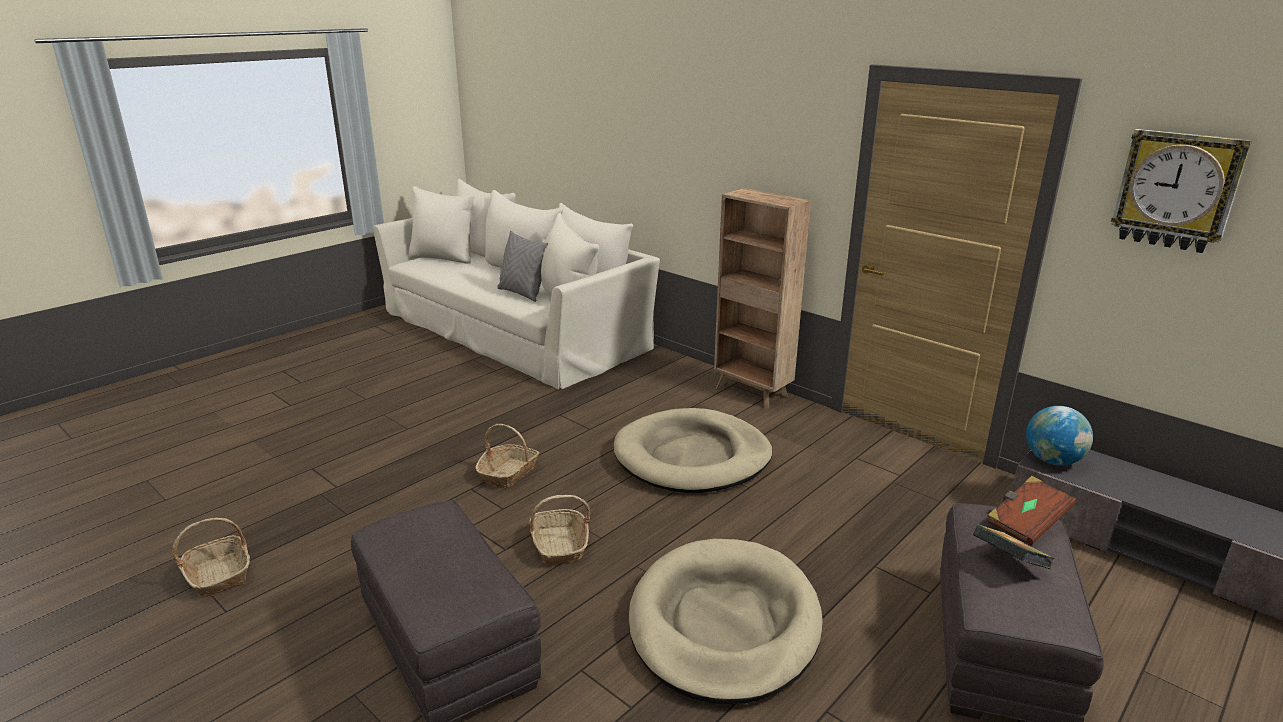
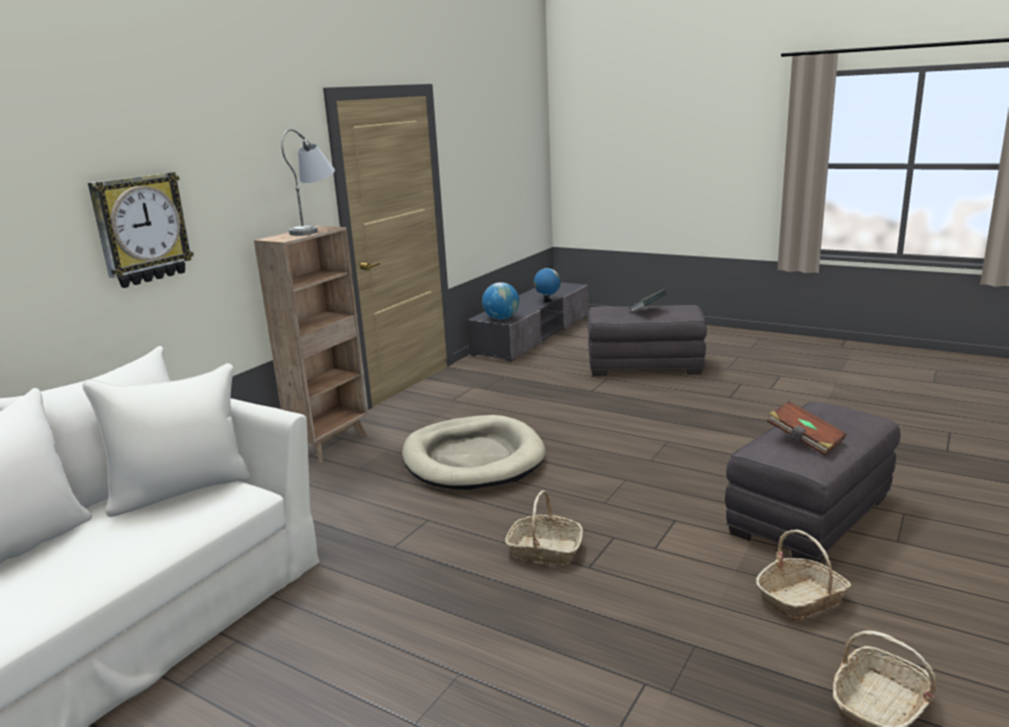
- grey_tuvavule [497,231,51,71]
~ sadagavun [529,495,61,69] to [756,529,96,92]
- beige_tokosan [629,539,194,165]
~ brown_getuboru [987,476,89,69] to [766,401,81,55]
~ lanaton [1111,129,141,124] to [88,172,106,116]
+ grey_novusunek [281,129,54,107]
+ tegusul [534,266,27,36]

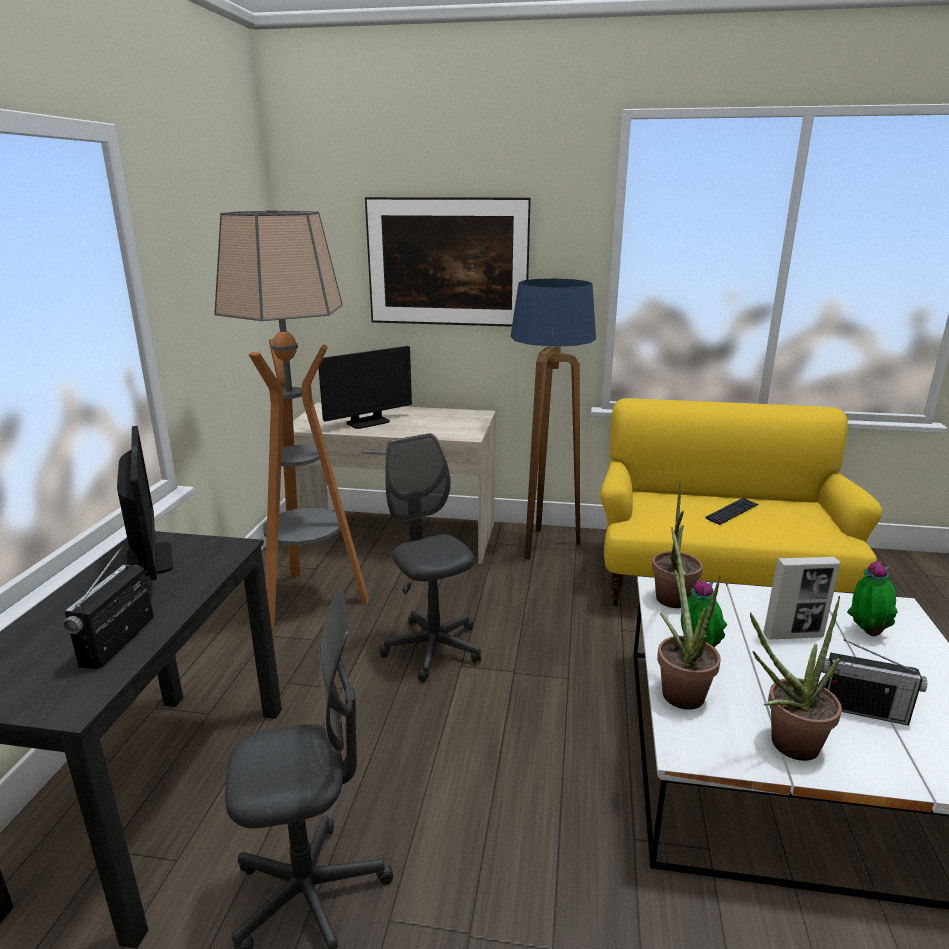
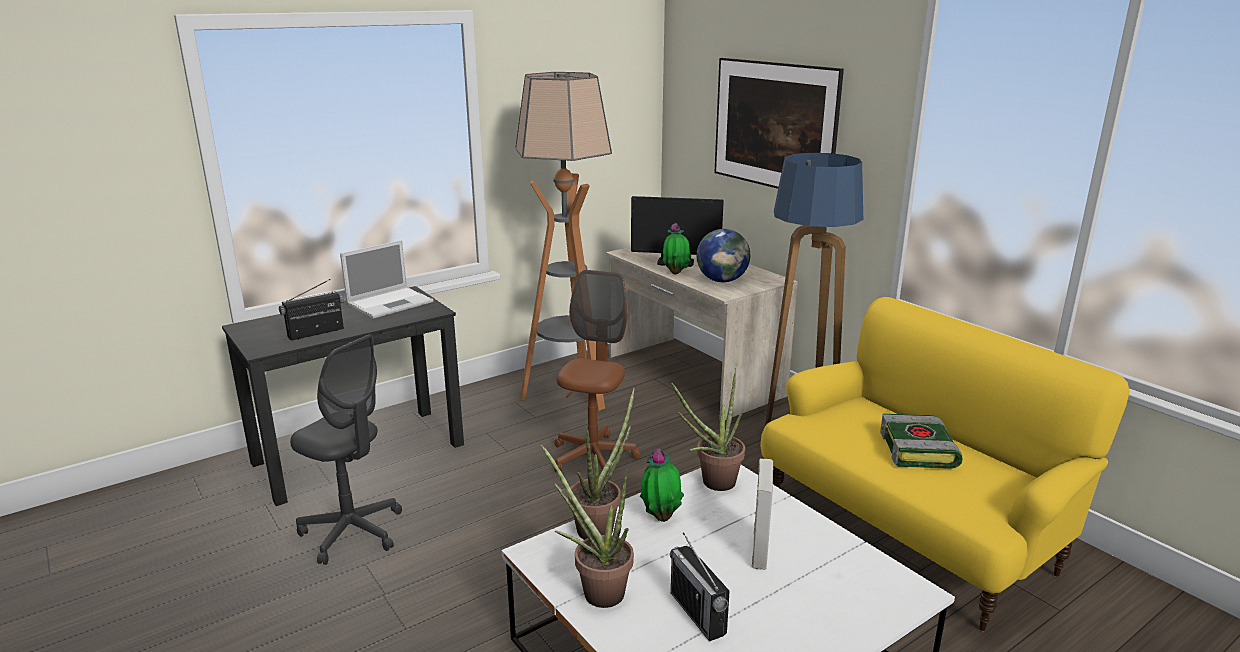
~ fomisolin [117,426,56,154] to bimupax [340,240,93,79]
~ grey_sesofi [379,433,102,250] to brown_sesofi [554,270,87,210]
~ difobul [705,498,53,27] to getuboru [880,414,83,55]
~ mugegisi [764,557,76,82] = [752,459,21,111] 120 degrees counterclockwise
~ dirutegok [847,561,51,75] to [663,223,28,51]
+ tegusul [696,229,54,53]

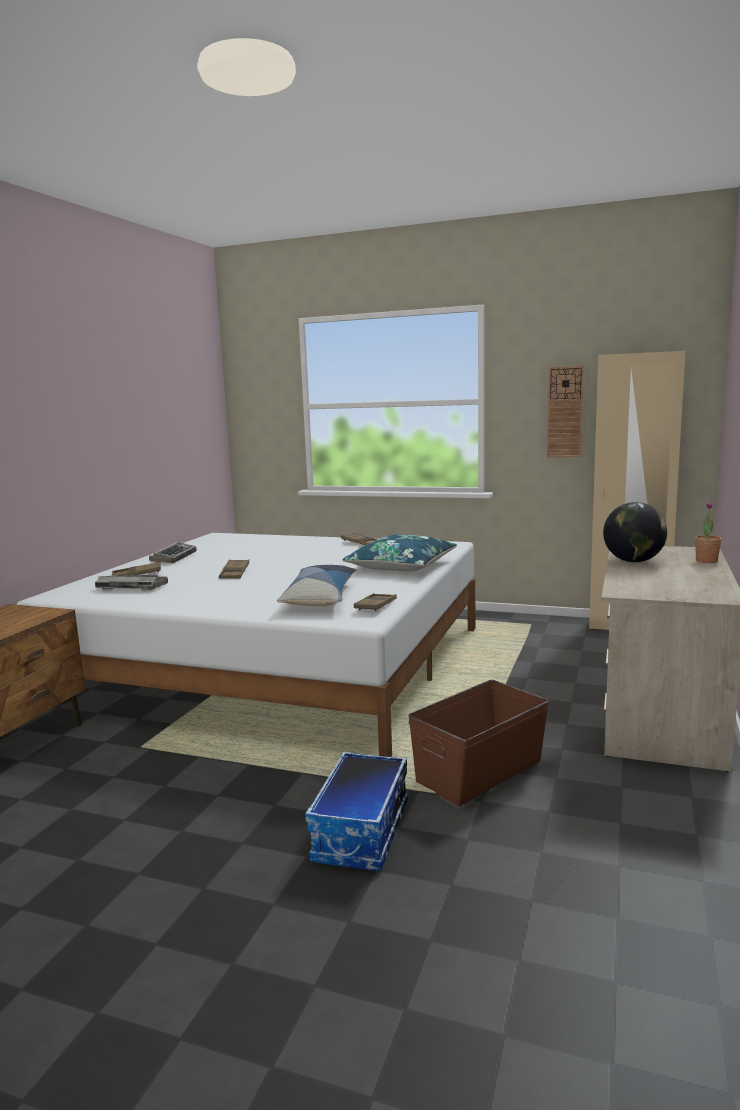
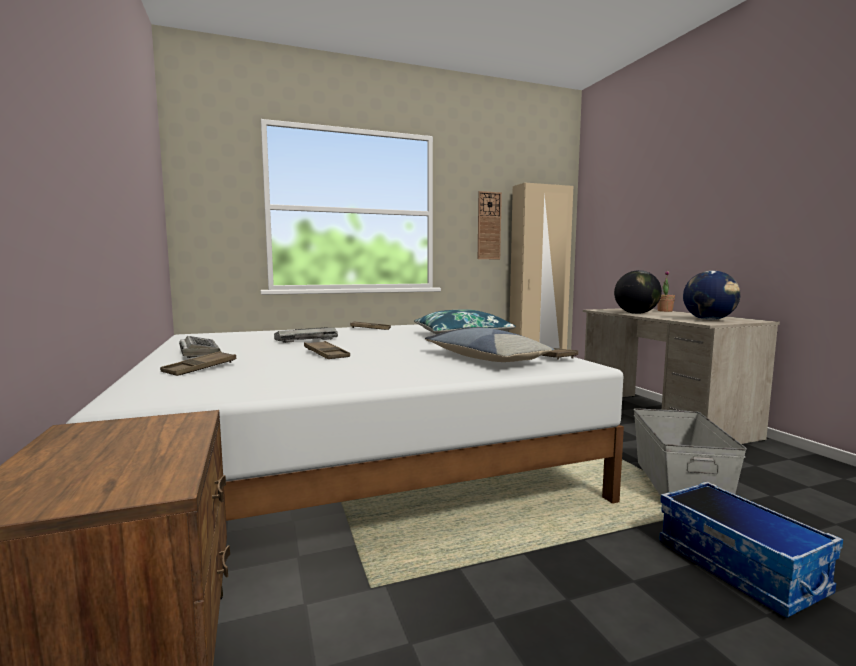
~ difobul [95,575,73,15] to [274,327,64,16]
~ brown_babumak [408,680,141,126] to grey_babumak [633,408,114,88]
+ tegusul [683,271,58,49]

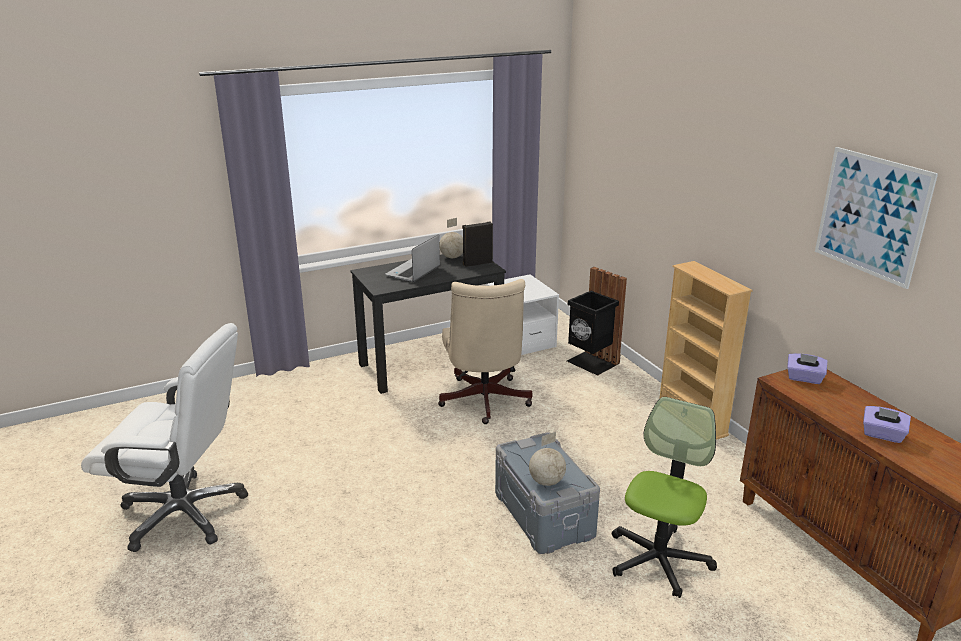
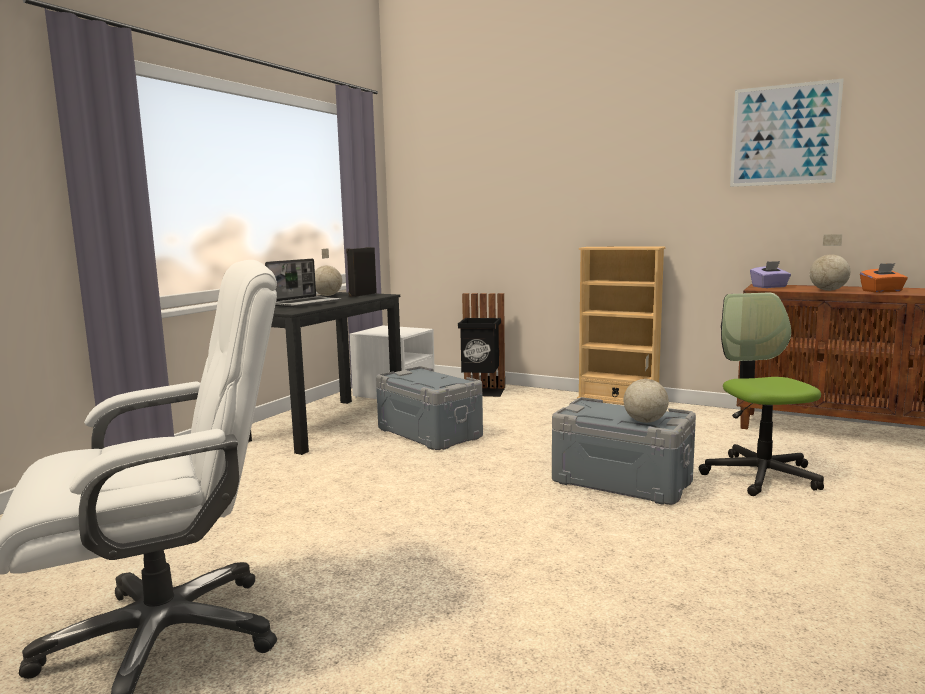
~ bimupax [385,234,55,48] = [265,259,76,48] 135 degrees counterclockwise
~ beige_sesofi [438,279,94,145] to grey_babumak [376,366,107,84]
~ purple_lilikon [863,406,48,37] to orange_lilikon [860,263,48,30]
+ tegusul [810,234,40,57]

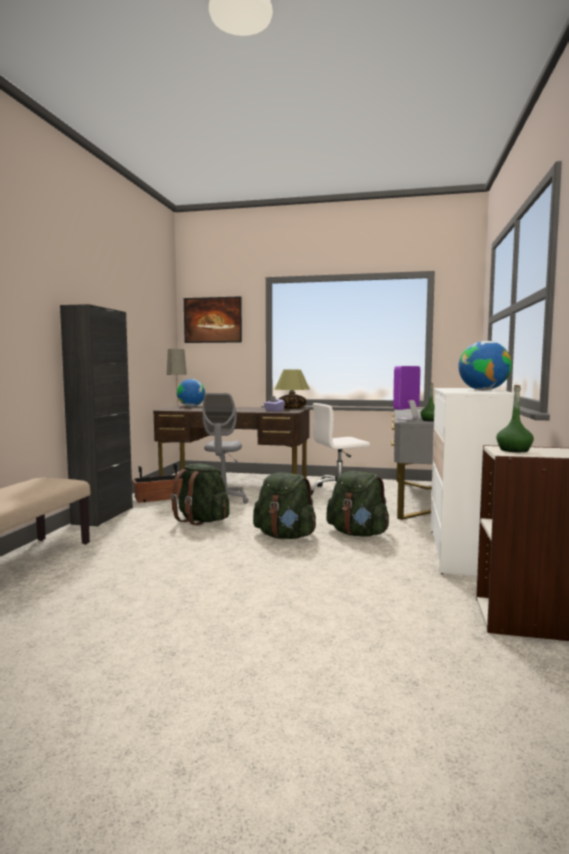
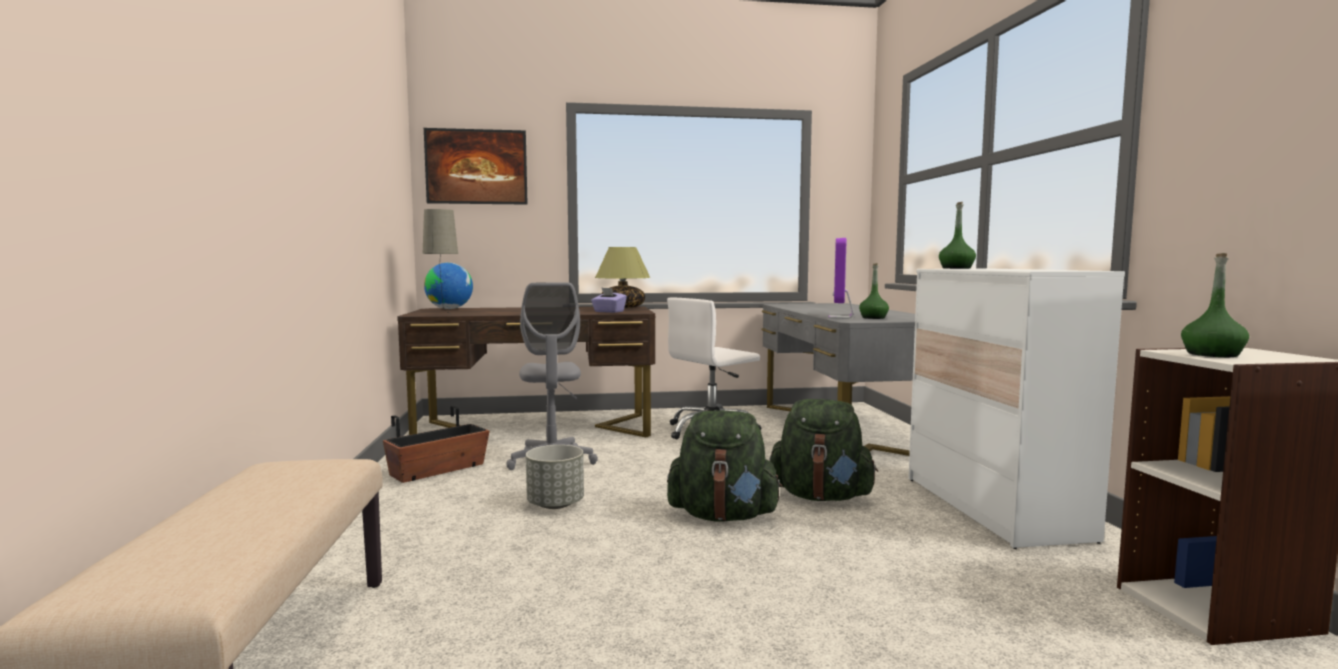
- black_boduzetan [60,304,73,222]
~ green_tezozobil [171,463,59,63] to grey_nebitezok [526,445,58,64]
- tegusul [458,341,53,49]
+ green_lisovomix [939,202,37,67]

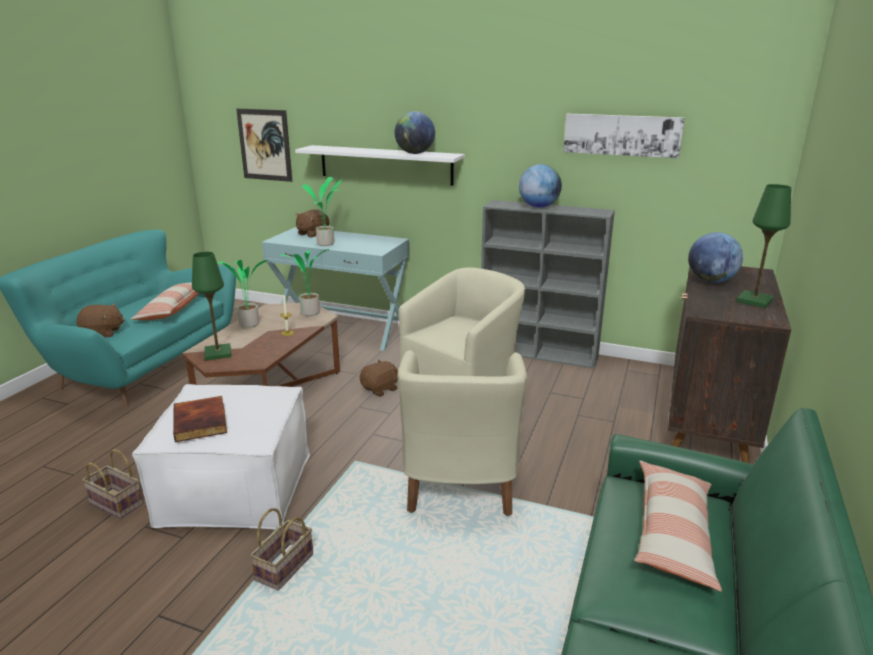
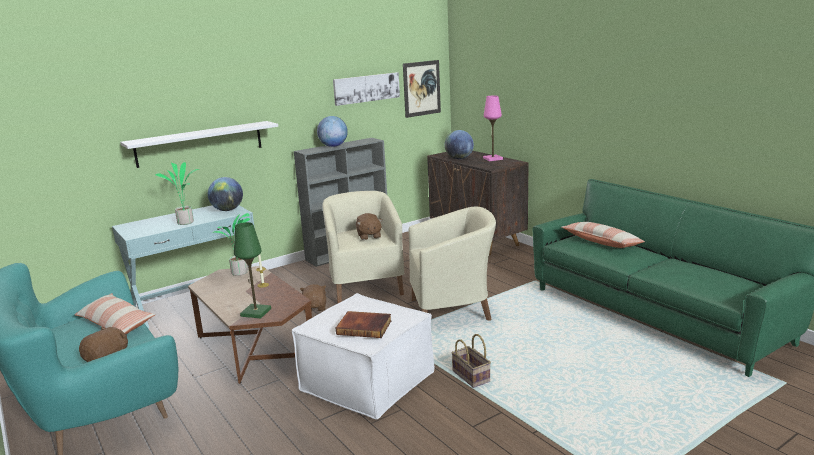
- sadagavun [82,449,61,70]
- dirutegok [217,260,52,68]
~ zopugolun [236,108,56,74] to [403,60,38,58]
~ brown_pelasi [295,209,34,29] to [356,213,26,27]
~ tegusul [394,111,41,43] to [208,177,35,34]
~ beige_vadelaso [397,350,130,166] = [409,207,87,114] 45 degrees counterclockwise
~ green_novusunek [736,184,55,124] to pink_novusunek [483,96,20,65]

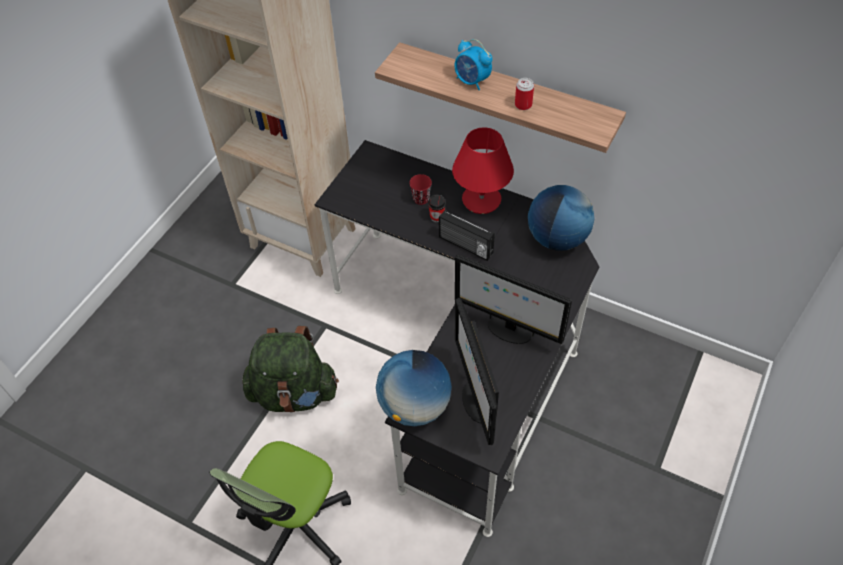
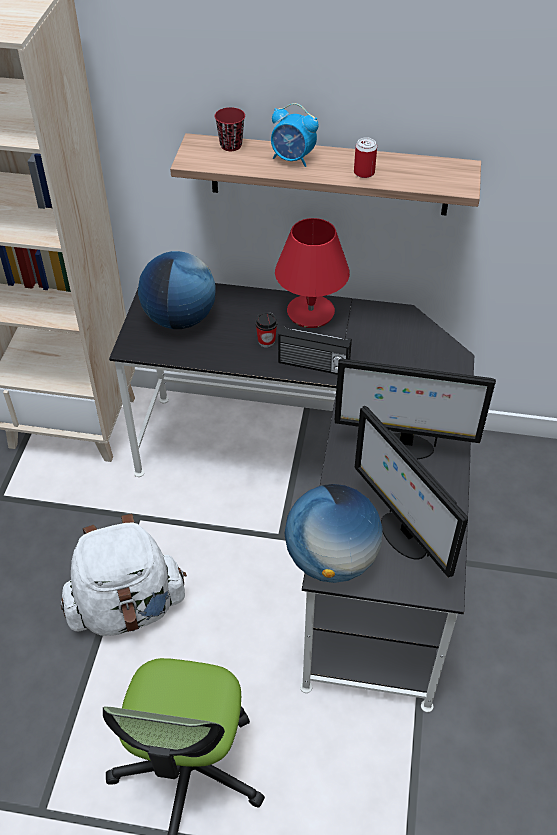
~ green_tezozobil [242,326,97,87] to white_tezozobil [61,514,126,122]
~ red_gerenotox [409,174,23,31] to [215,107,30,44]
~ tegusul [528,185,67,66] to [138,251,78,78]

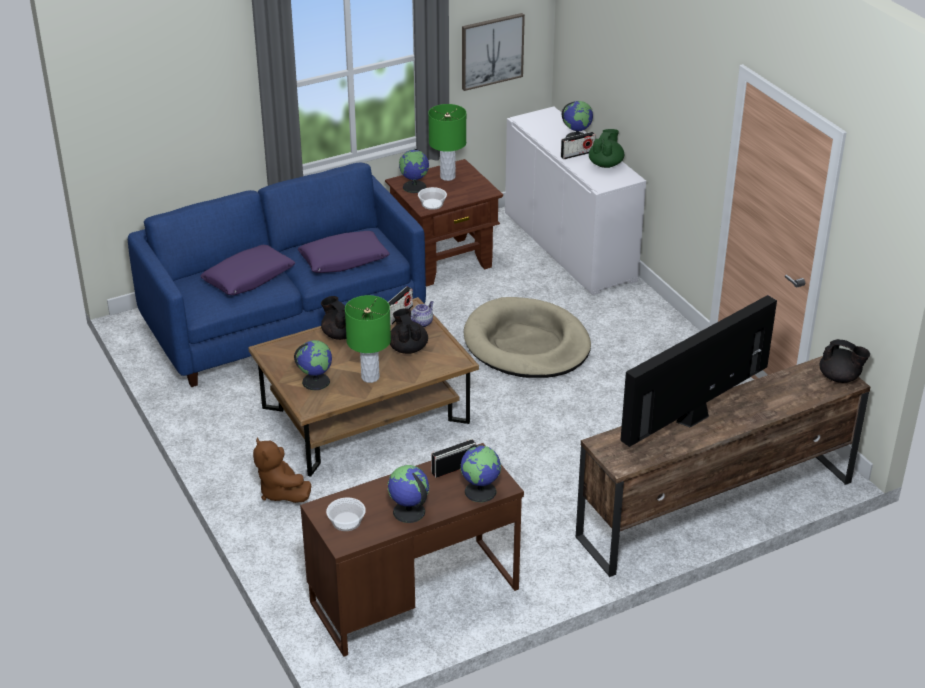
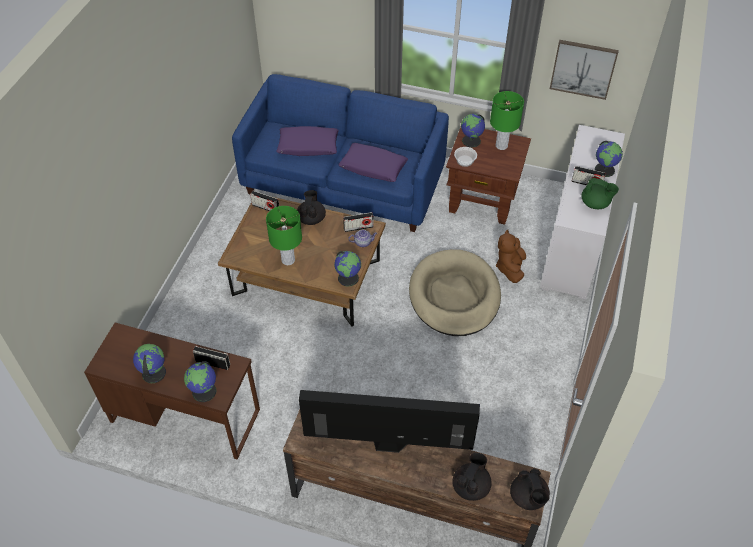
~ brown_pelasi [253,438,58,65] to [496,229,30,54]
~ tegusul [294,340,38,50] to [334,251,27,36]
- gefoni [326,497,40,34]
~ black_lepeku [390,308,38,46] to [452,453,40,48]
~ green_lepeku [589,129,35,39] = [581,178,38,31] 45 degrees clockwise
+ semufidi [250,191,29,20]

